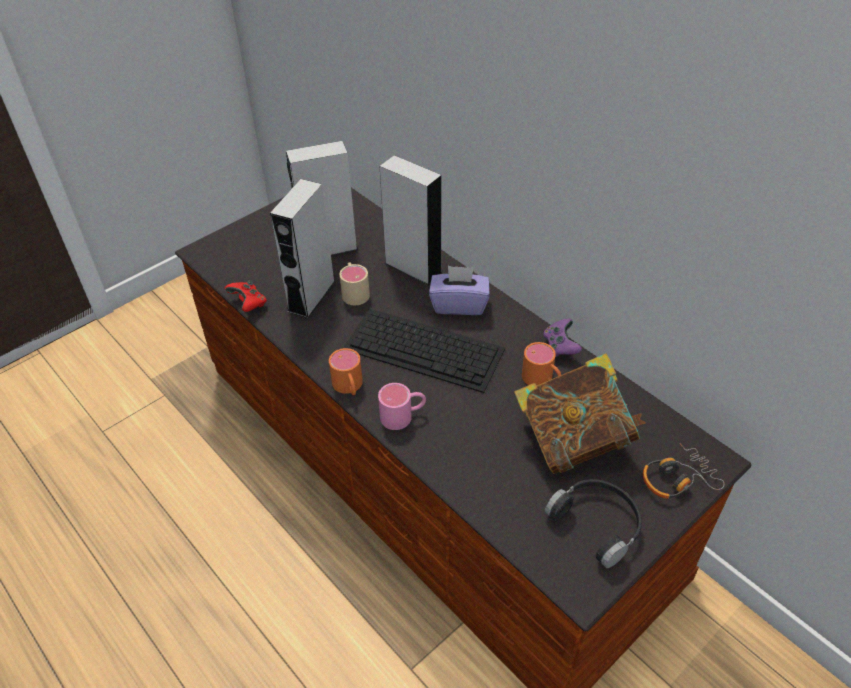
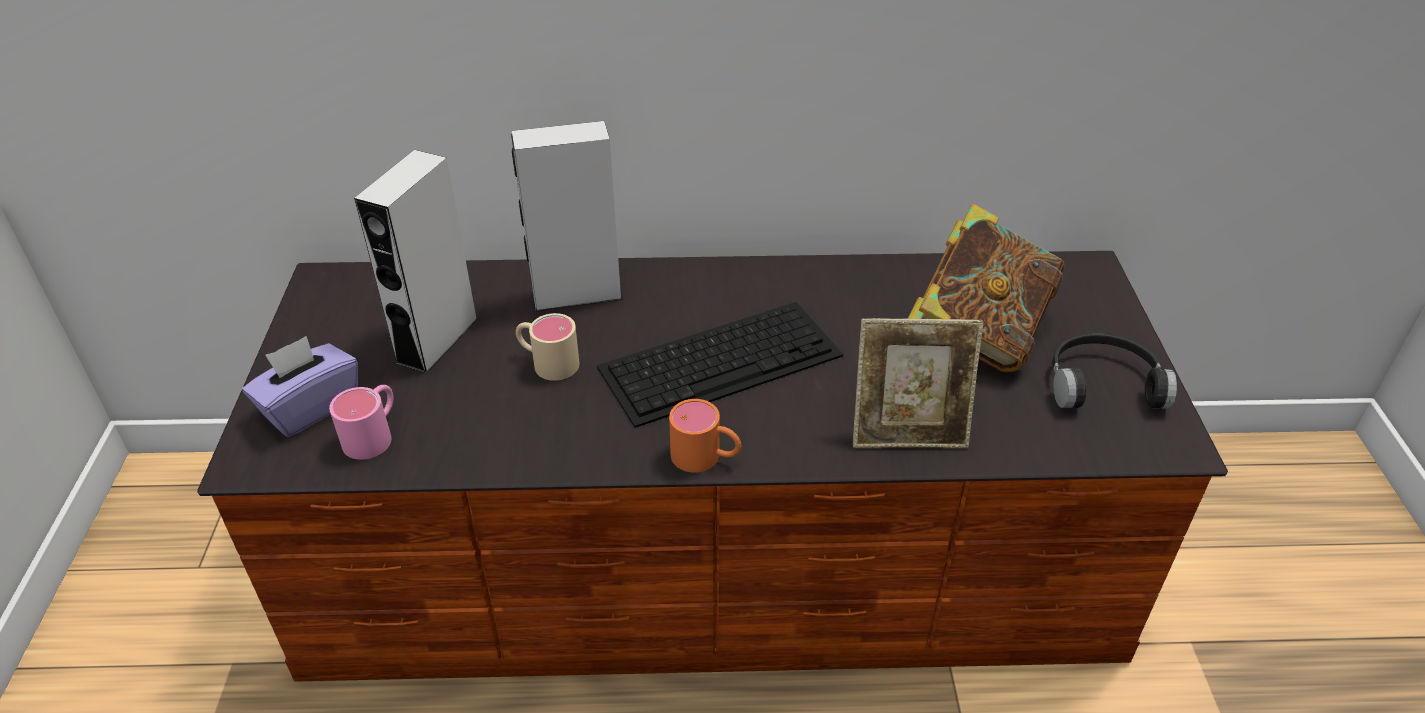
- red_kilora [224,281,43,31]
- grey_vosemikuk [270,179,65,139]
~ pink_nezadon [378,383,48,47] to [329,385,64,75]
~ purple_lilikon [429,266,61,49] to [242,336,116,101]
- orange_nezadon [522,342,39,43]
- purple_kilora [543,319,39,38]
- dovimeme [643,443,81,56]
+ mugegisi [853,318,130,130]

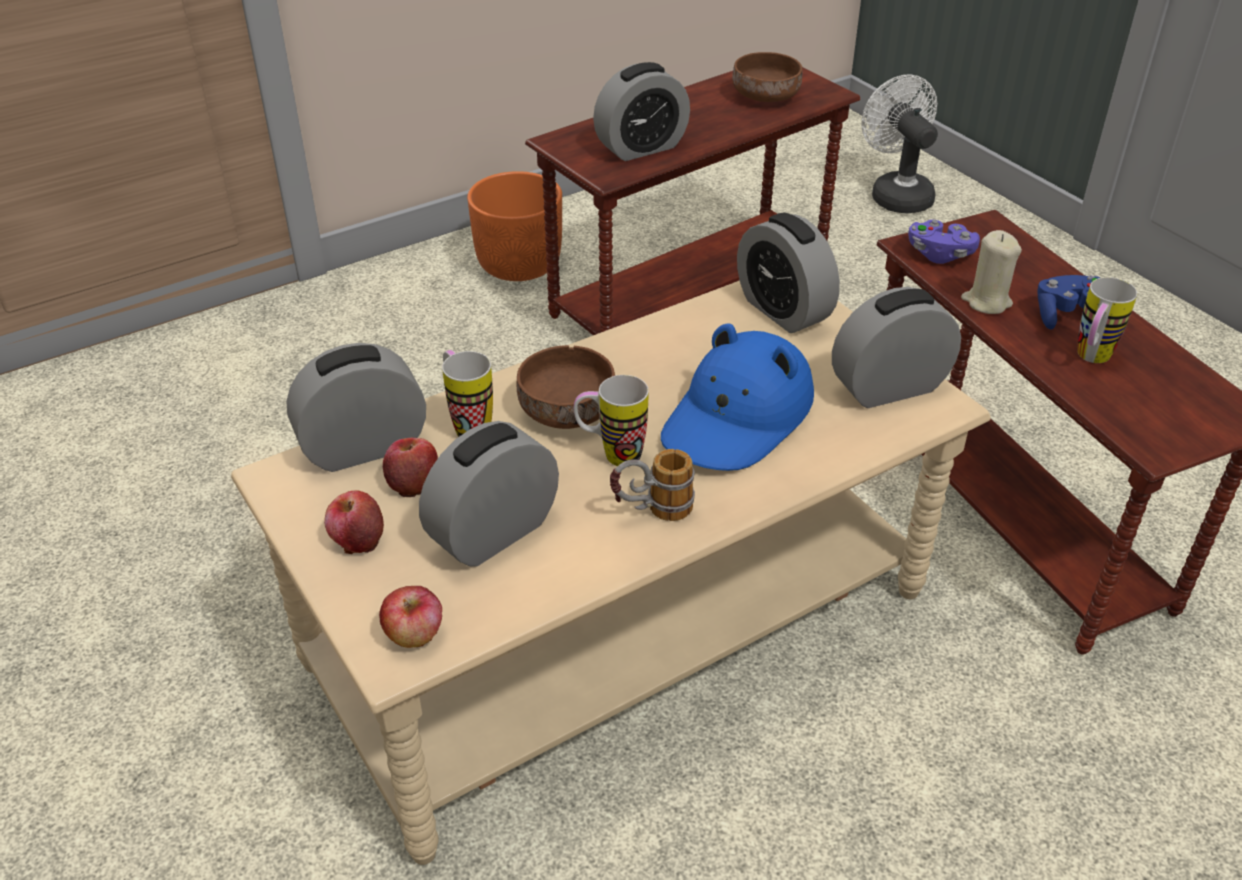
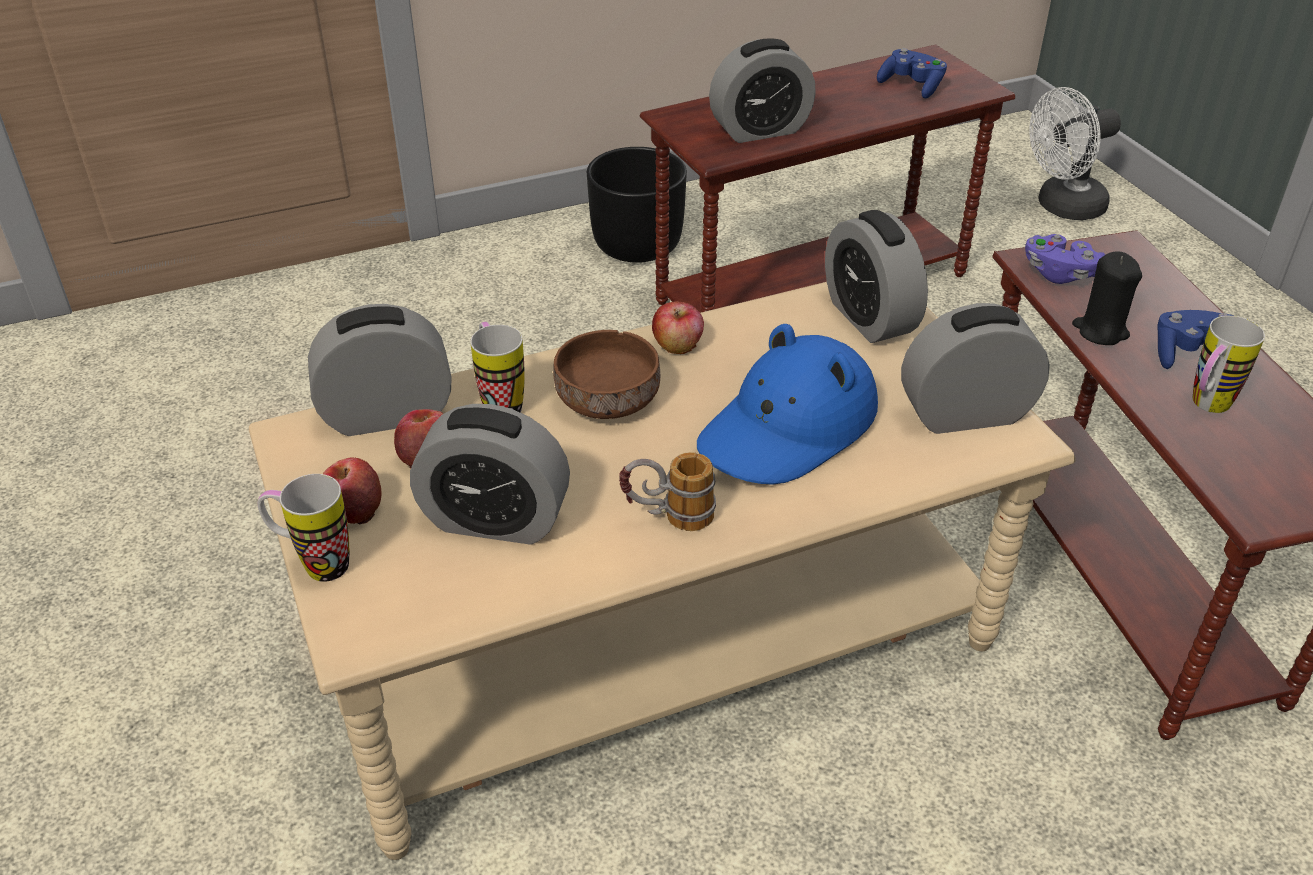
~ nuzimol [379,586,63,62] to [652,301,52,53]
~ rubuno [419,421,140,146] = [410,404,160,141] 135 degrees counterclockwise
~ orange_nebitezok [467,171,95,110] to black_nebitezok [587,147,100,116]
~ nezadon [574,375,75,91] to [258,474,91,108]
~ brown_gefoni [732,52,71,50] to blue_kilora [877,48,70,50]
~ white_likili [861,74,77,139] = [1029,87,92,133] 105 degrees counterclockwise
~ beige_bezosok [961,230,61,84] to black_bezosok [1072,252,70,93]

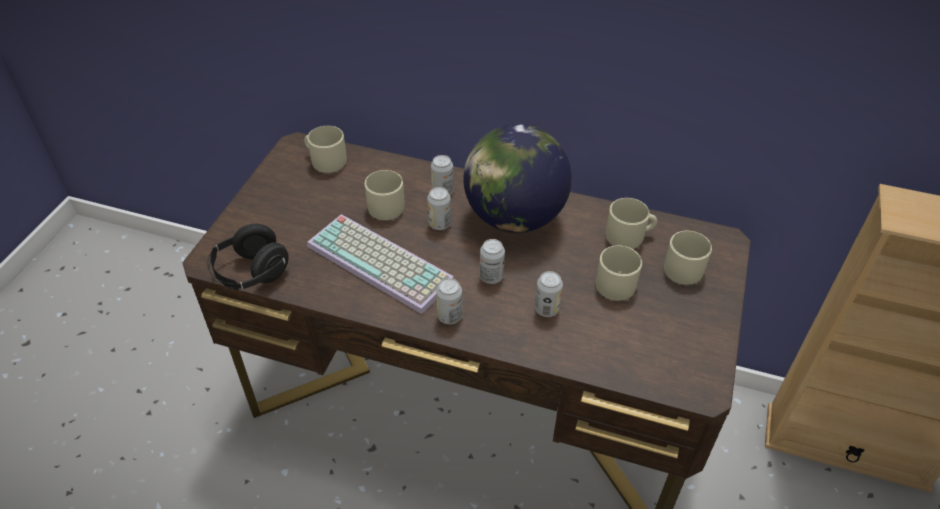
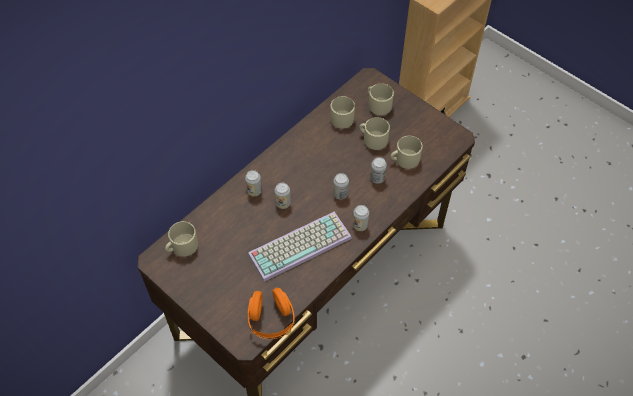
~ black_dovimeme [207,224,82,66] to orange_dovimeme [248,288,47,51]
~ beige_nezadon [365,170,40,50] to [390,136,33,33]
- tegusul [463,124,109,109]

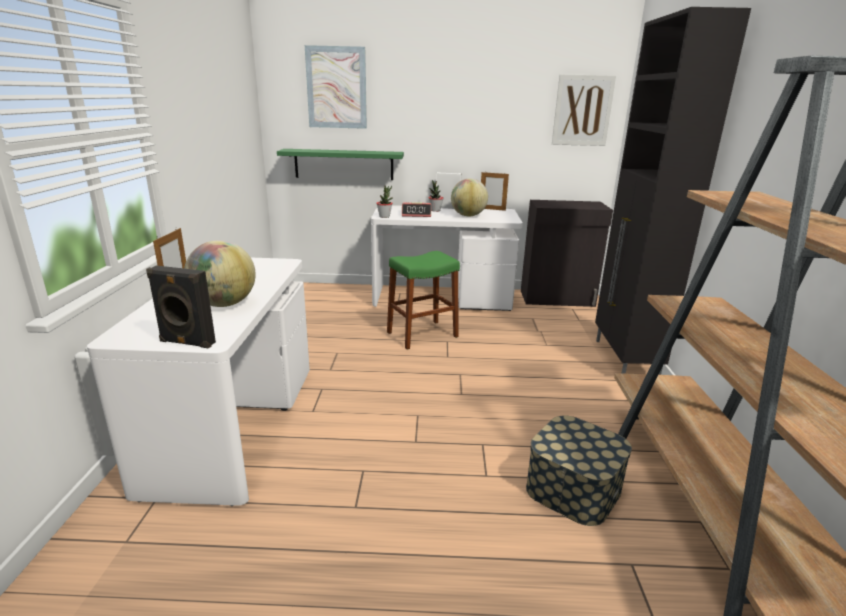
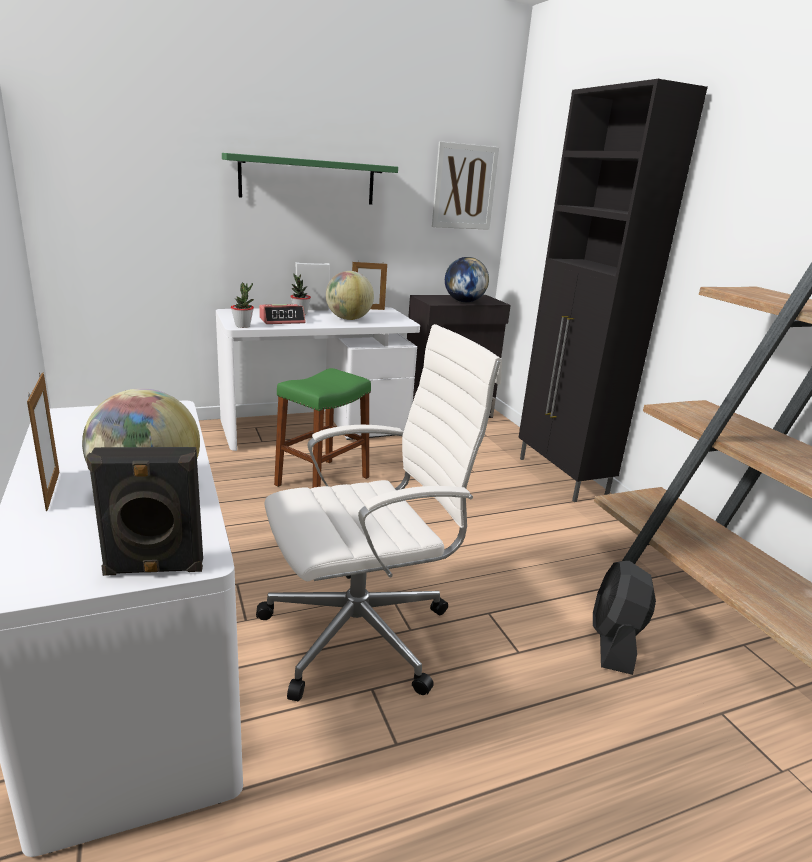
~ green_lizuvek [277,149,127,31] to [222,153,176,52]
- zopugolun [305,45,62,84]
~ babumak [526,416,106,110] to black_likili [593,561,63,114]
+ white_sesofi [256,324,246,377]
+ tegusul [445,257,44,45]

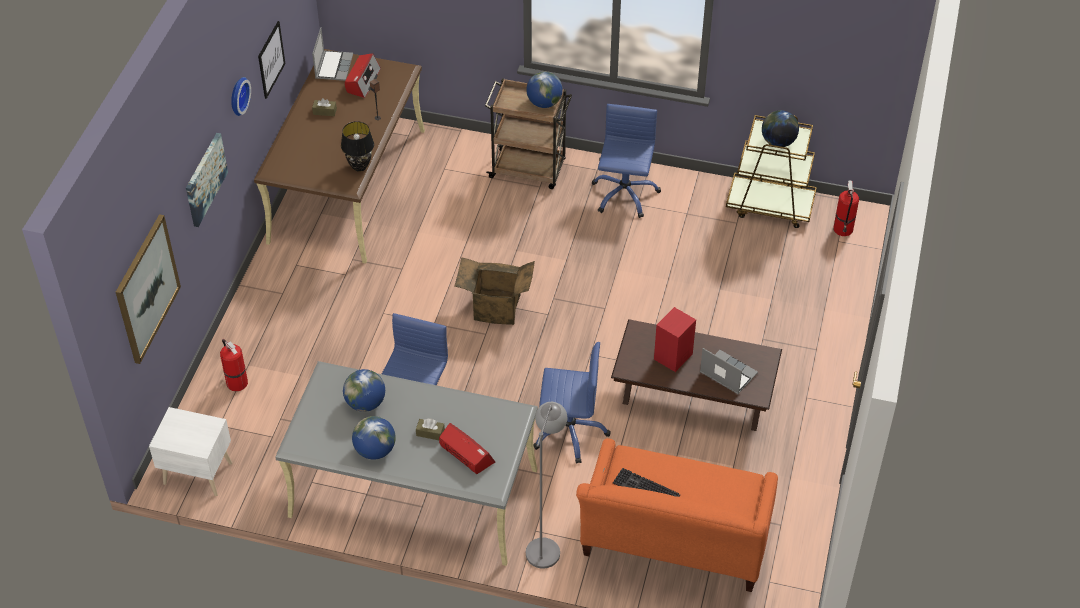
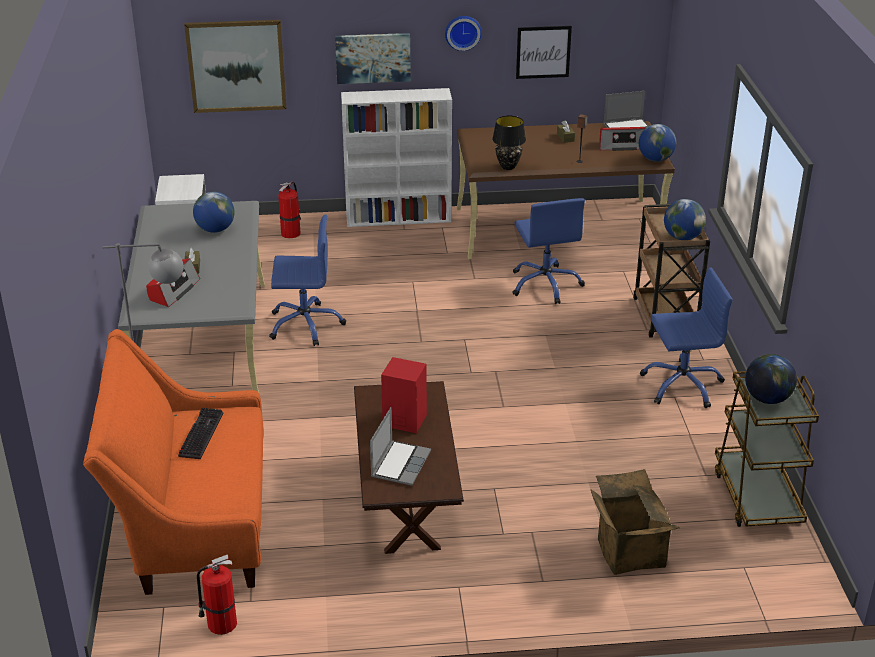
~ tegusul [352,416,44,44] to [639,124,37,38]
~ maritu [454,257,81,68] to [591,469,89,106]
~ blue_sesofi [533,342,78,122] to [512,198,73,106]
~ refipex [833,181,26,55] to [197,554,40,81]
+ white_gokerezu [341,88,111,139]

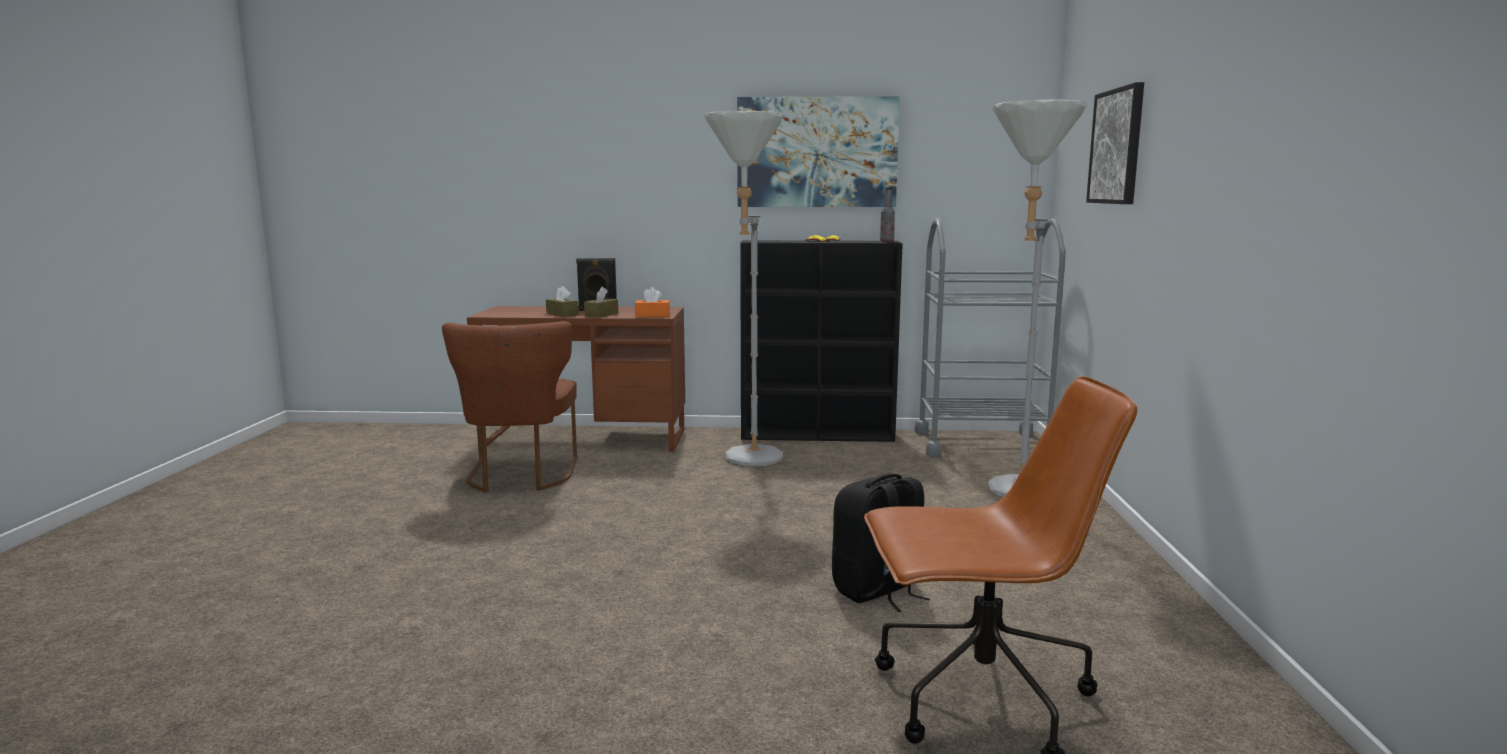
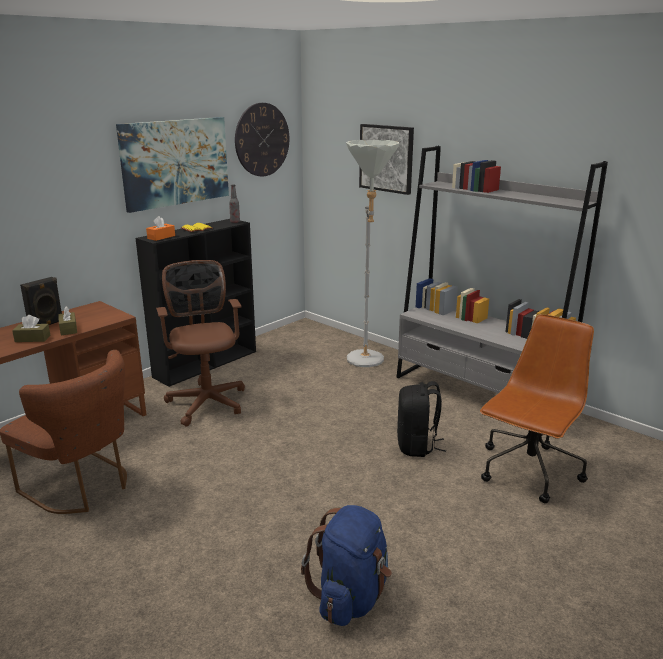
~ orange_lilikon [635,287,35,30] to [146,216,29,25]
~ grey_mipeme [705,111,79,355] to brown_sesofi [156,260,89,167]
- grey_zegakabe [915,218,151,239]
+ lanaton [235,103,54,74]
+ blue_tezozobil [301,505,91,121]
+ grey_gokerezu [396,146,212,247]

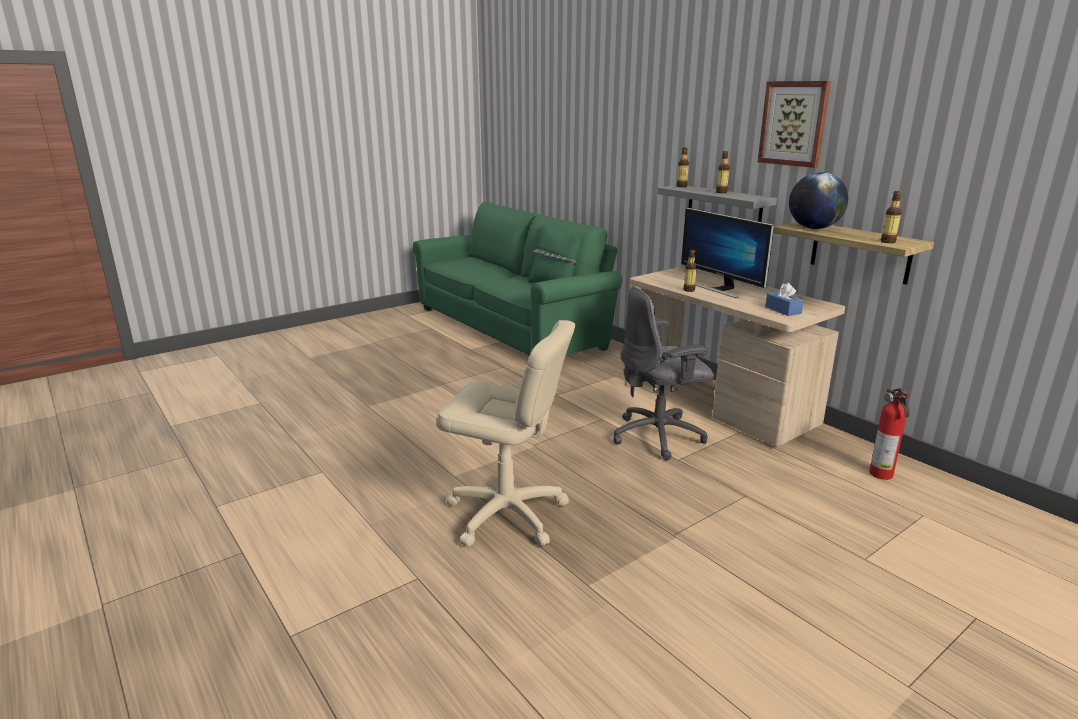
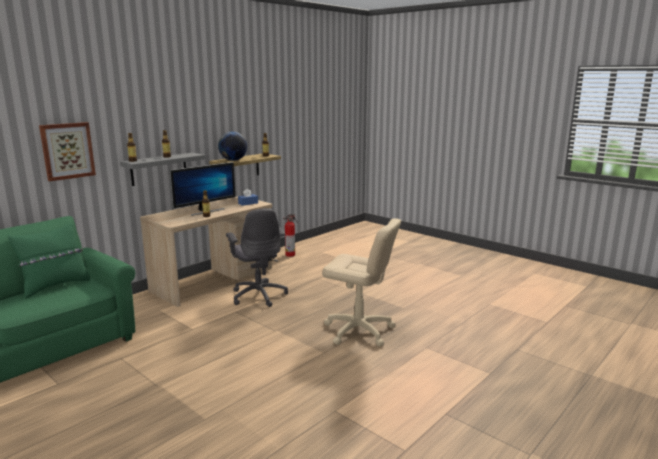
~ beige_sesofi [436,320,139,226] = [322,218,79,128] 105 degrees clockwise
~ zopugolun [758,81,73,87] to [39,122,57,59]

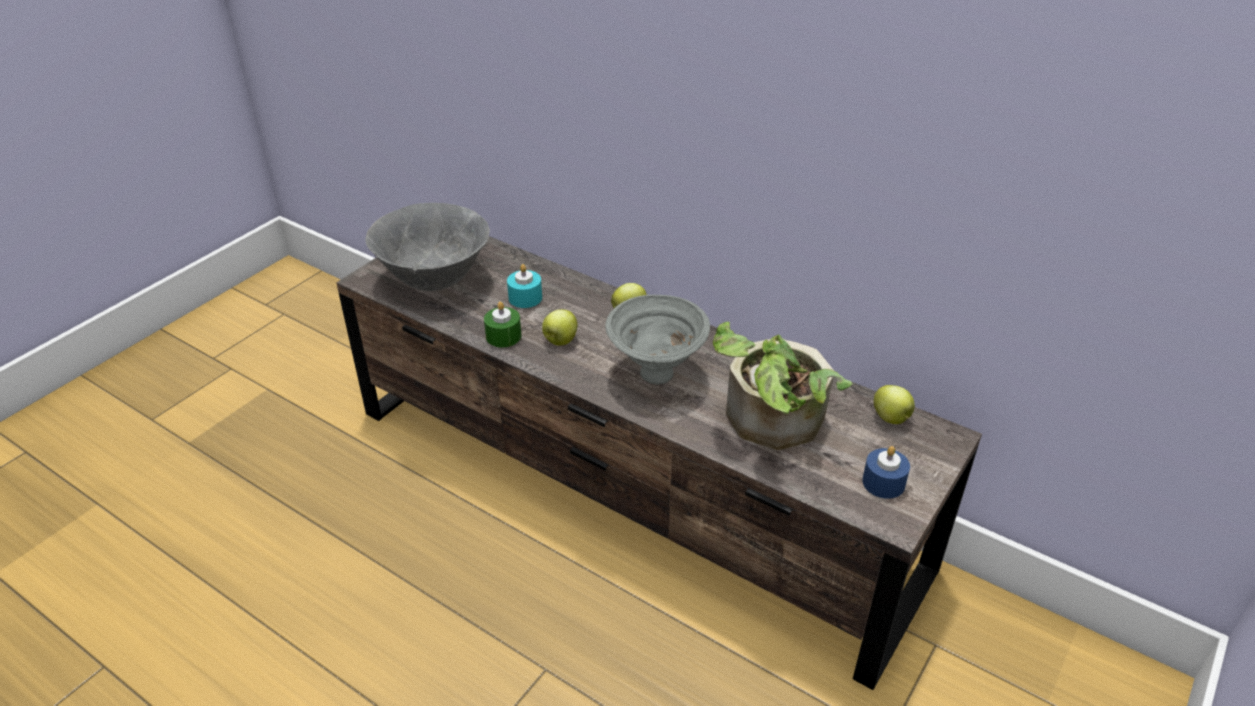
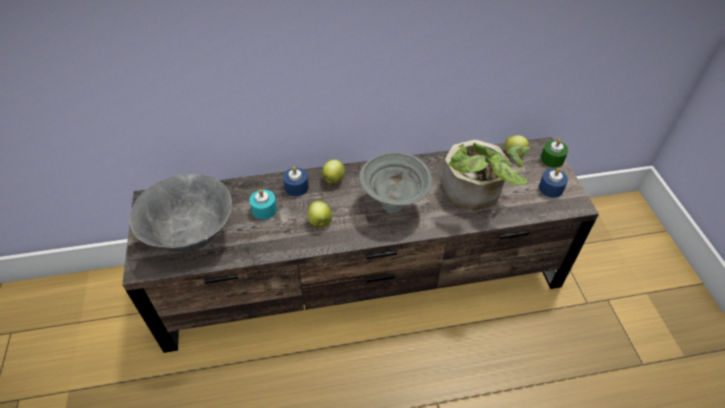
~ green_bezosok [484,302,37,45] to [541,139,27,29]
+ blue_bezosok [283,167,26,29]

